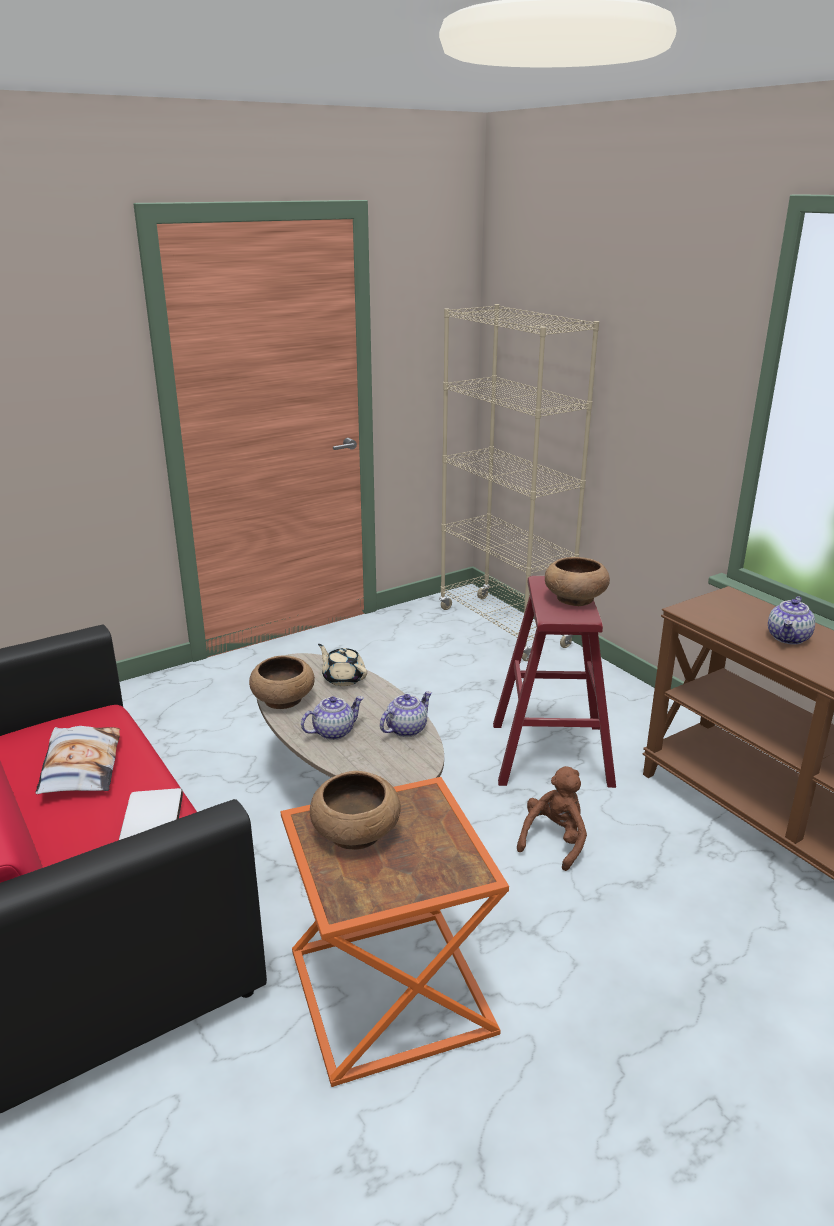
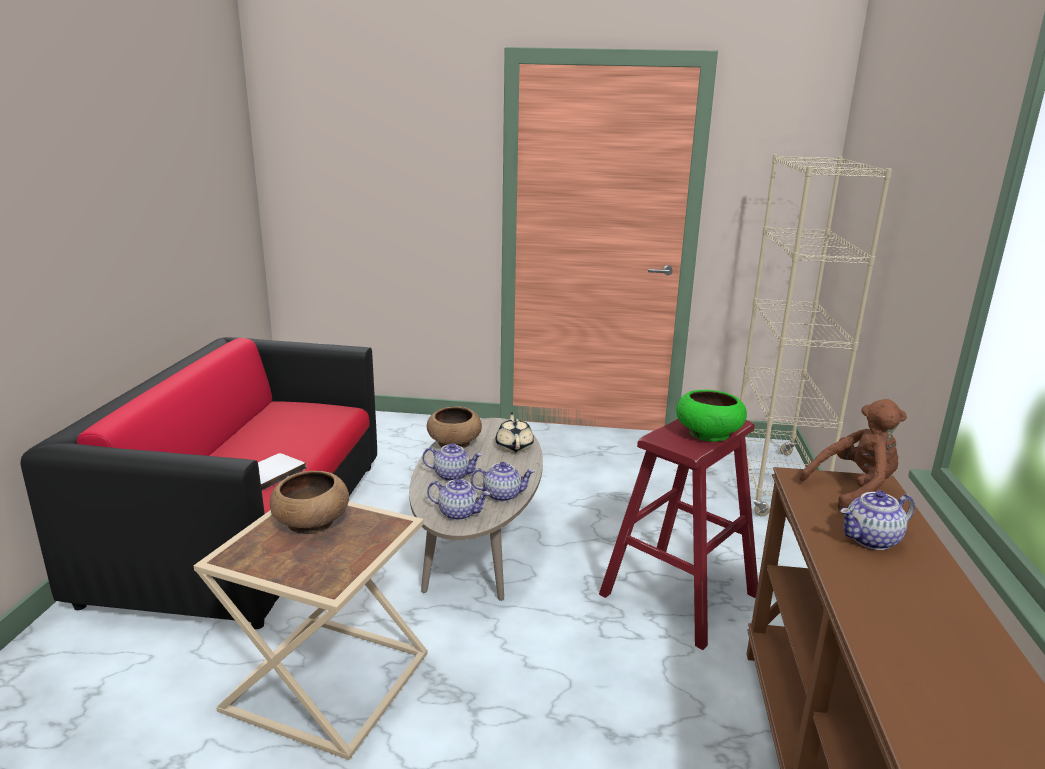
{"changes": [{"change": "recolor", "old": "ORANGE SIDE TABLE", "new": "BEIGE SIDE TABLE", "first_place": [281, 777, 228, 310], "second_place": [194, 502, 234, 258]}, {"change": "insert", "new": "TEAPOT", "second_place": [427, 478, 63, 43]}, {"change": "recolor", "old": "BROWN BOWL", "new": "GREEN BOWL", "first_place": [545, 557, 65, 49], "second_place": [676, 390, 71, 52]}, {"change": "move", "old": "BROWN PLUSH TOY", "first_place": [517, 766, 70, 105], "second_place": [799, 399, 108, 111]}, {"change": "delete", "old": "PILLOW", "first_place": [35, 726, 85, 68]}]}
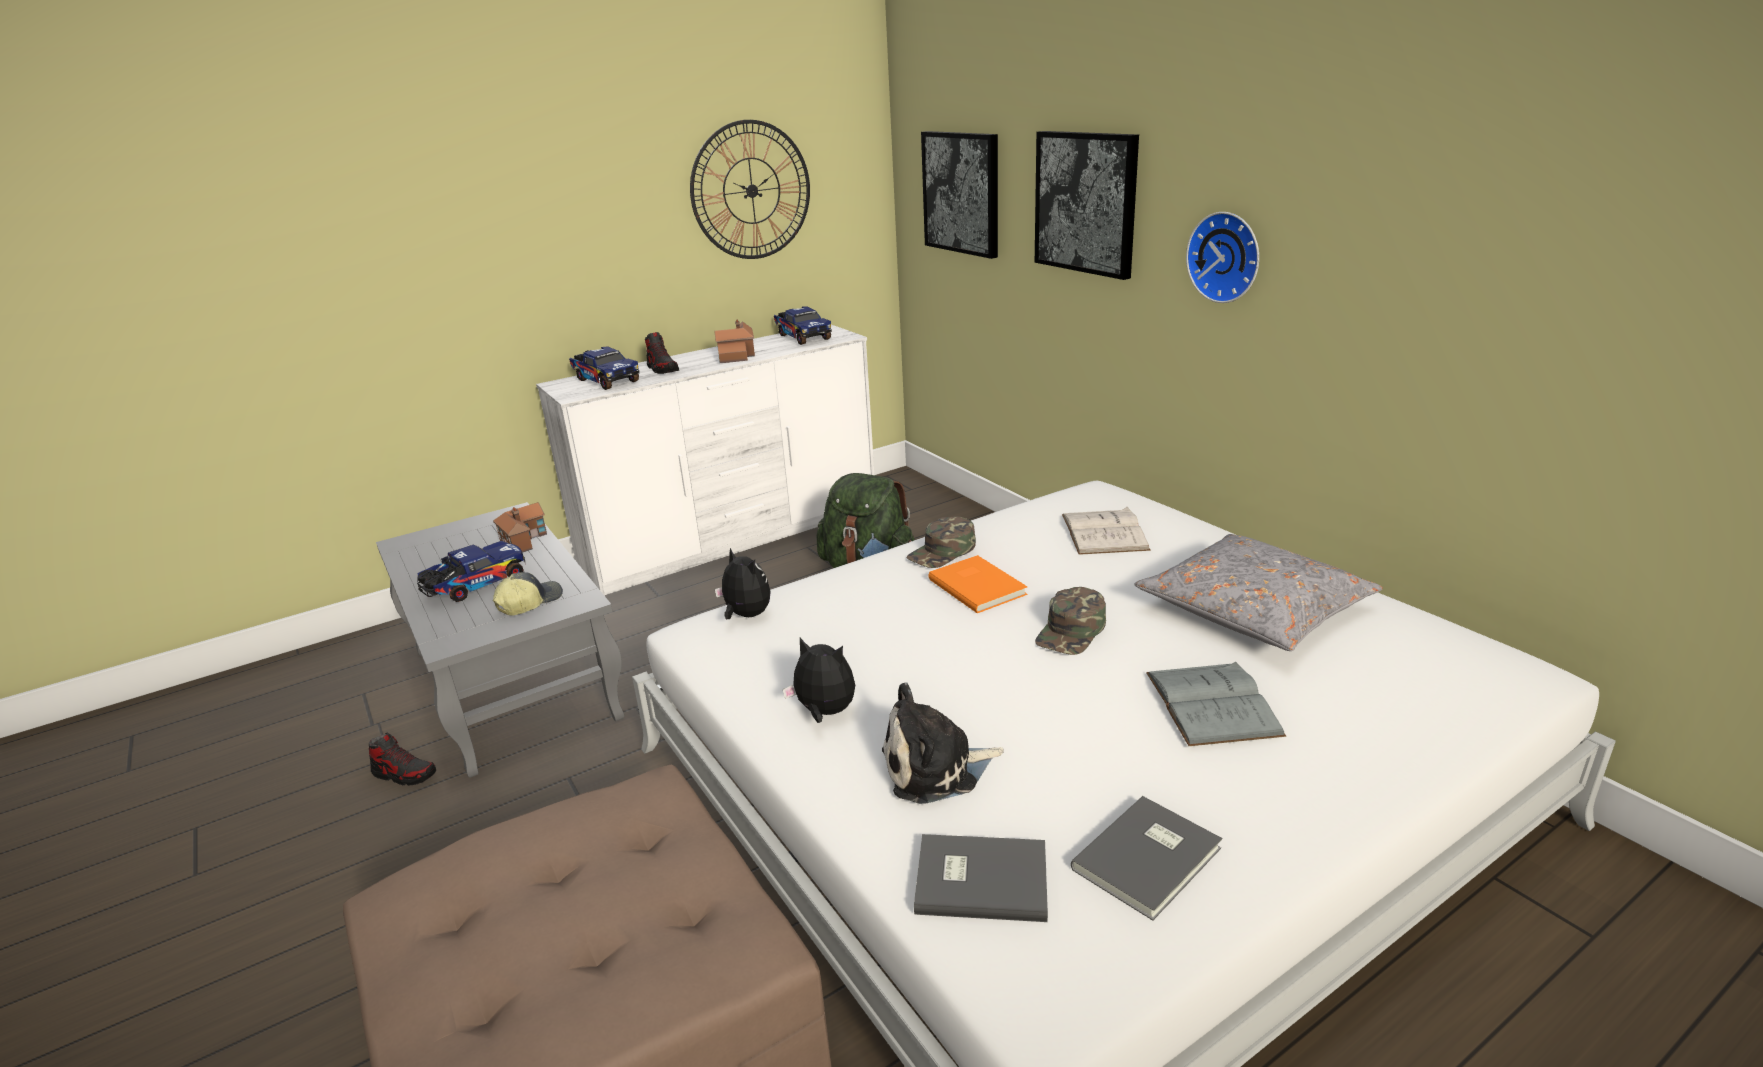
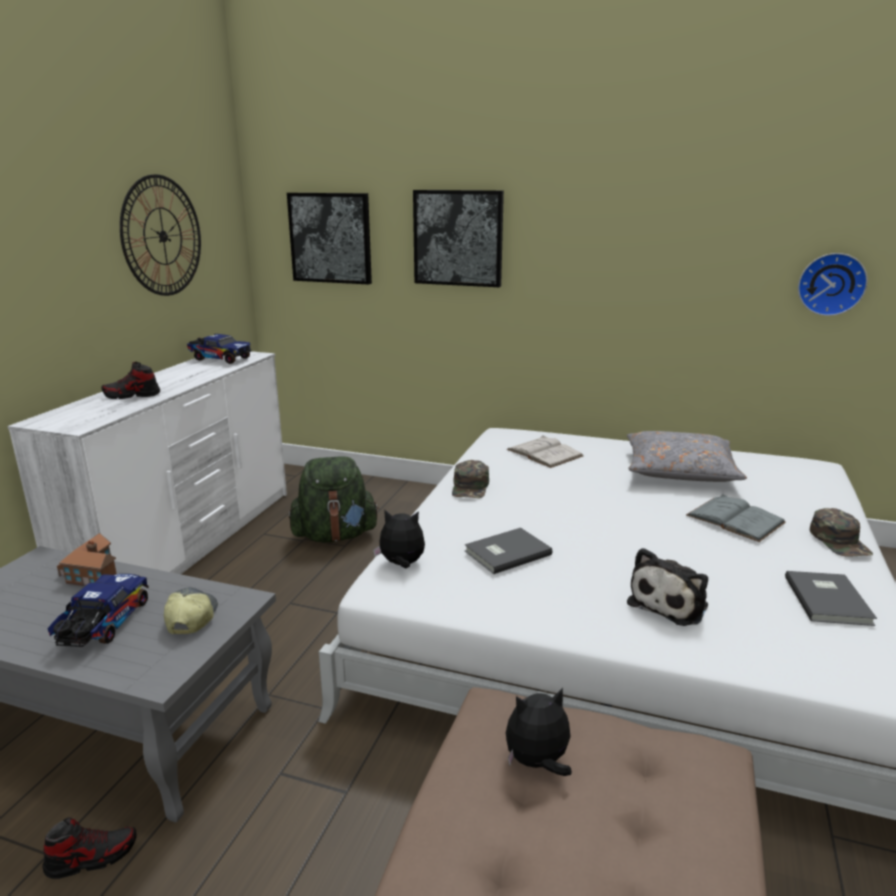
{"changes": [{"change": "rotate", "old": "SHOE", "first_place": [645, 332, 34, 42], "second_place": [101, 362, 59, 37], "degrees": 150}, {"change": "move", "old": "GREY BOOK", "first_place": [914, 834, 134, 88], "second_place": [465, 528, 88, 46]}, {"change": "move", "old": "PLUSH TOY", "first_place": [783, 638, 72, 85], "second_place": [506, 688, 66, 88]}, {"change": "move", "old": "WALL CLOCK", "first_place": [1186, 212, 73, 91], "second_place": [798, 253, 70, 63]}, {"change": "move", "old": "GREEN CAP", "first_place": [1035, 587, 71, 68], "second_place": [810, 508, 63, 49]}, {"change": "delete", "old": "TOY TRUCK", "first_place": [569, 346, 71, 44]}, {"change": "delete", "old": "TOY HOUSE", "first_place": [714, 319, 41, 44]}, {"change": "delete", "old": "ORANGE BOOK", "first_place": [928, 555, 99, 58]}]}
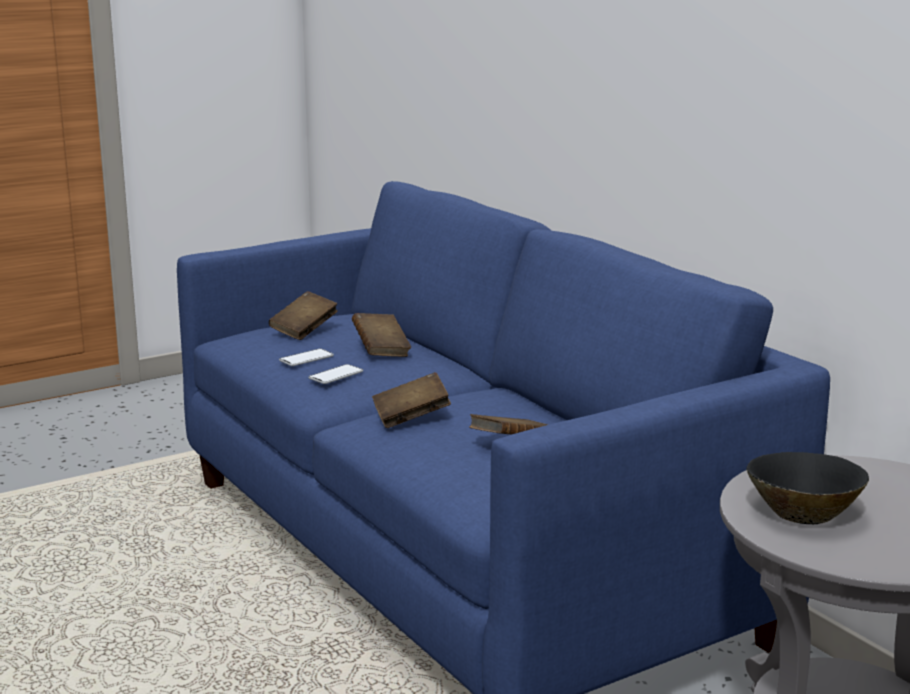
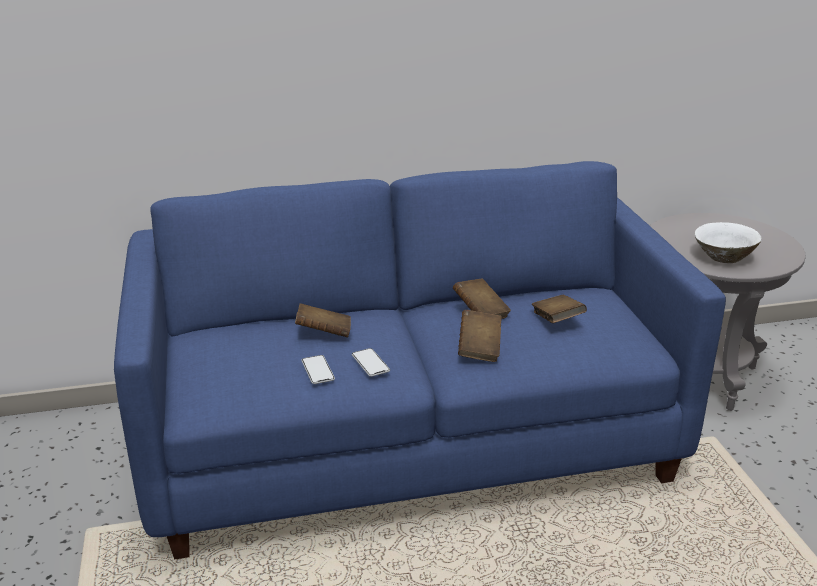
{"changes": [{"change": "move", "old": "BROWN BOOK", "first_place": [269, 291, 68, 49], "second_place": [453, 278, 58, 41]}, {"change": "recolor", "old": "BLACK BOWL", "new": "WHITE BOWL", "first_place": [747, 452, 122, 72], "second_place": [694, 222, 68, 41]}]}
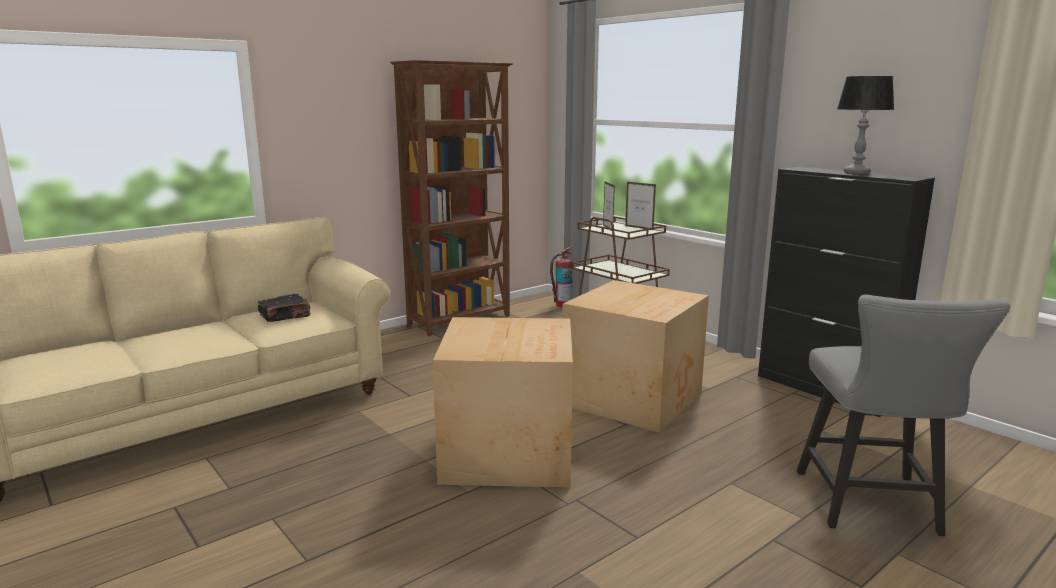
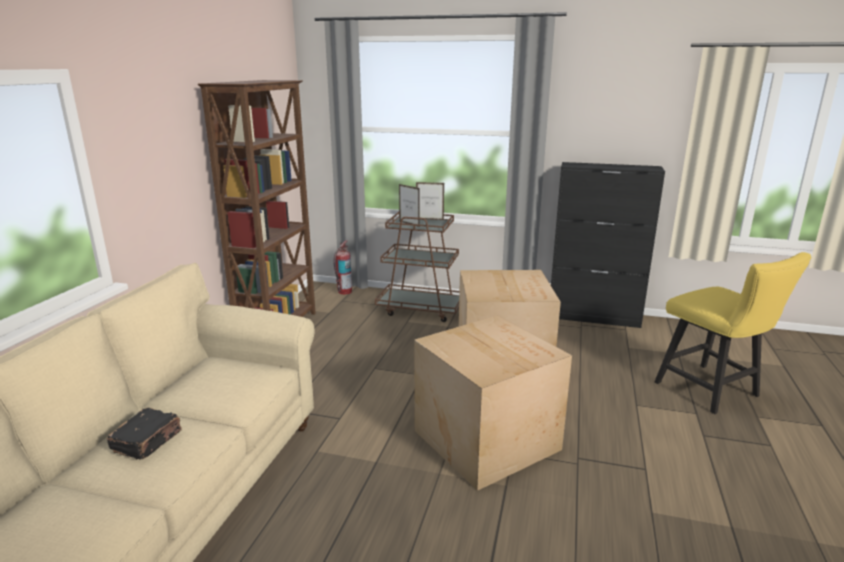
{"changes": [{"change": "move", "old": "BLACK BOOK", "first_place": [257, 294, 53, 28], "second_place": [107, 408, 75, 51]}, {"change": "recolor", "old": "GREY CHAIR", "new": "YELLOW CHAIR", "first_place": [797, 295, 213, 241], "second_place": [655, 252, 157, 162]}, {"change": "delete", "old": "TABLE LAMP", "first_place": [837, 76, 57, 98]}]}
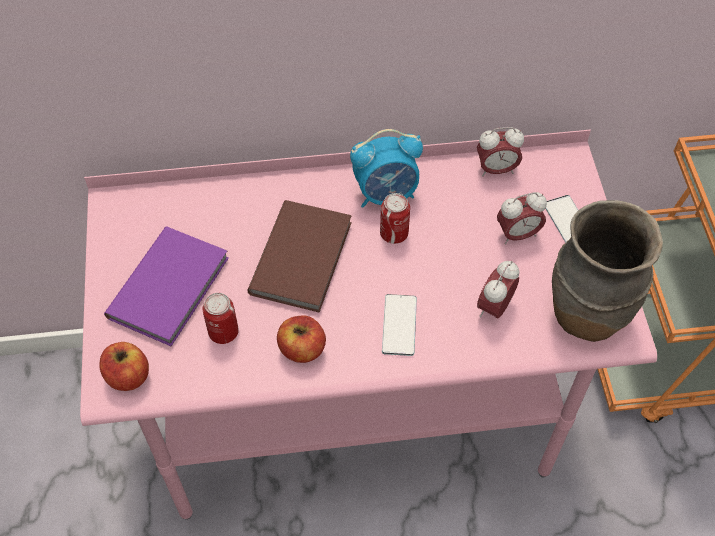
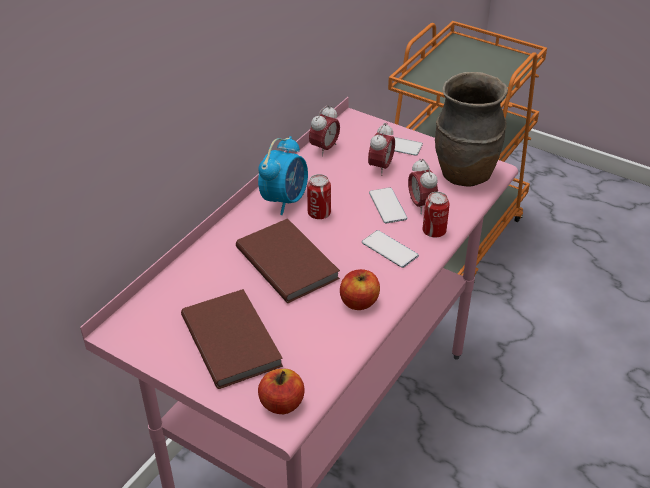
{"changes": [{"change": "recolor", "old": "PURPLE BOOK", "new": "BROWN BOOK", "first_place": [104, 226, 125, 121], "second_place": [181, 289, 102, 100]}, {"change": "insert", "new": "PHONE", "second_place": [369, 187, 38, 37]}, {"change": "move", "old": "CAN", "first_place": [202, 293, 37, 51], "second_place": [423, 192, 26, 46]}]}
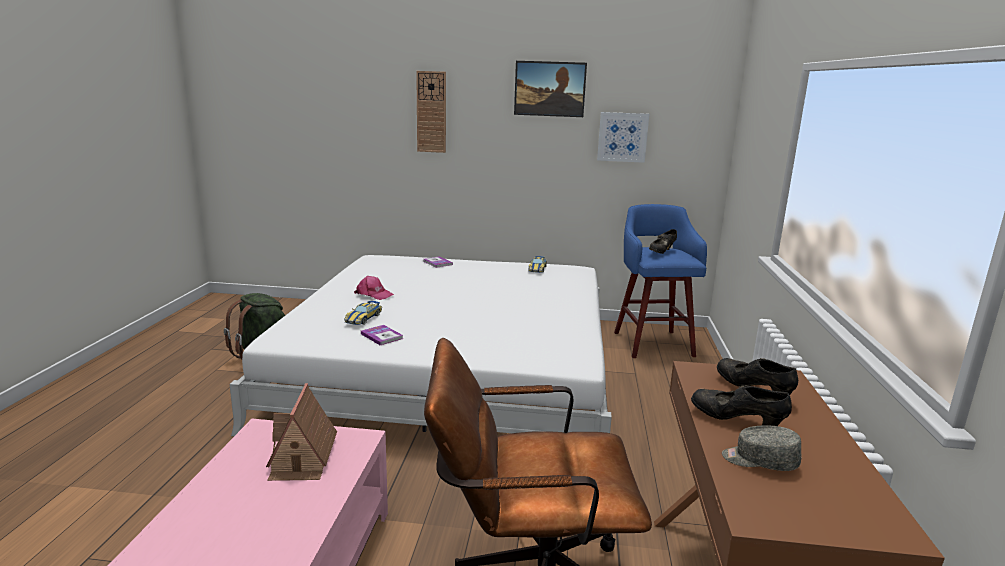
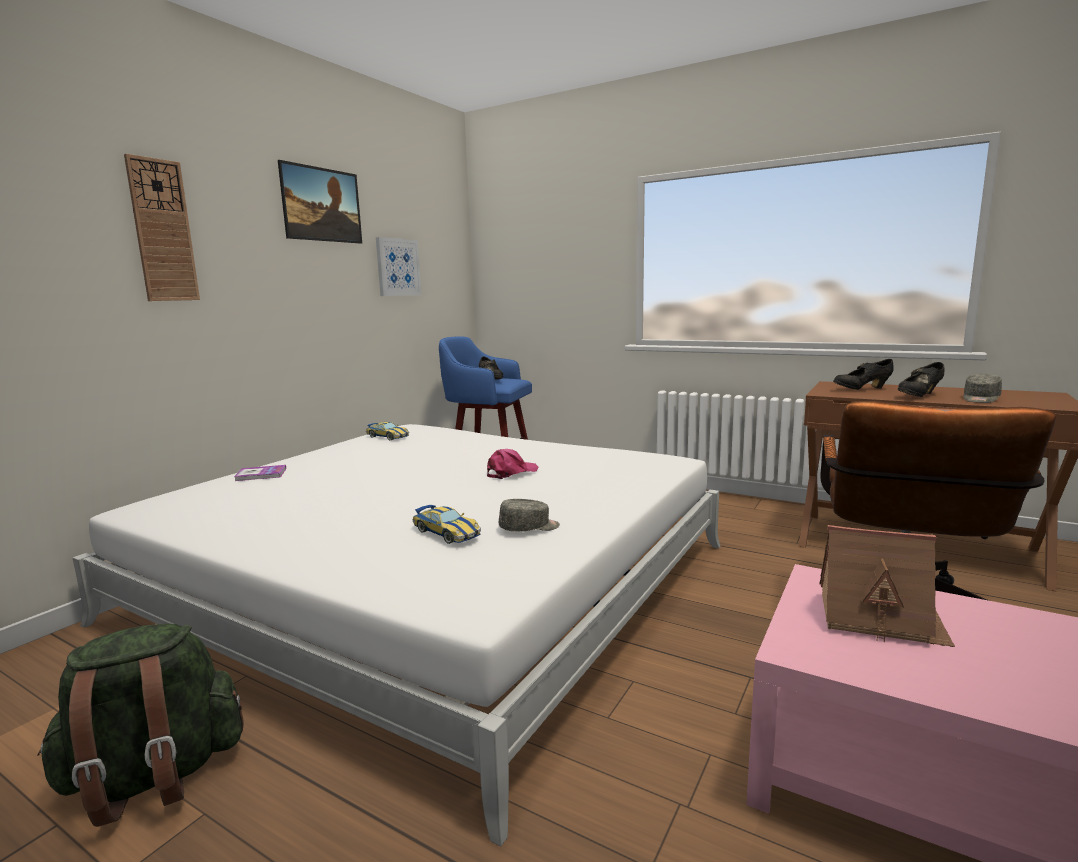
{"changes": [{"change": "move", "old": "PINK CAP", "first_place": [354, 276, 40, 24], "second_place": [487, 449, 51, 30]}, {"change": "replace", "old": "BOOK", "new": "GREY CAP", "first_place": [361, 325, 42, 20], "second_place": [499, 499, 61, 33]}]}
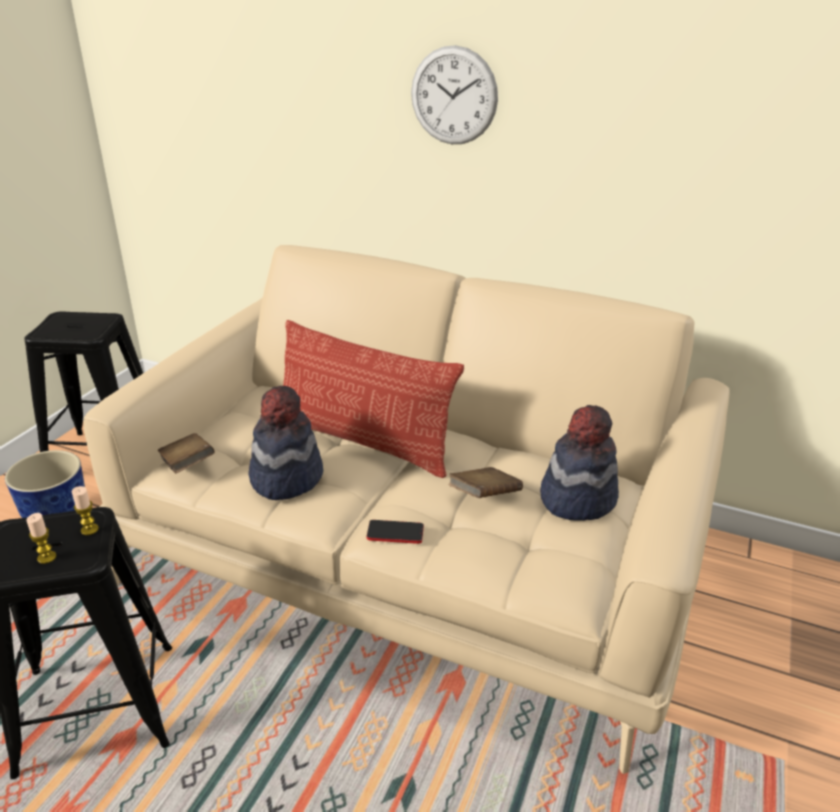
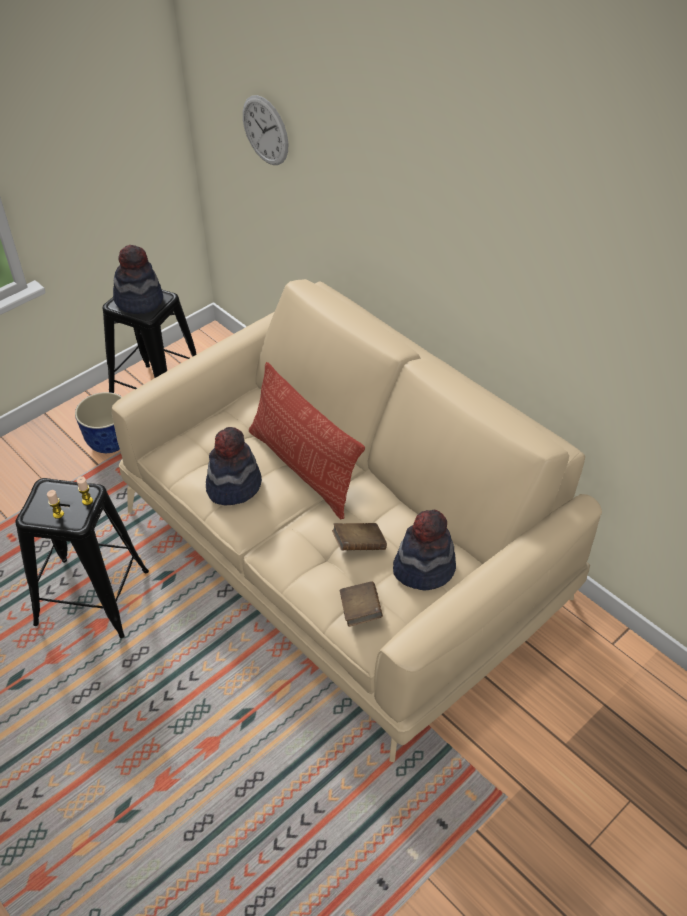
{"changes": [{"change": "insert", "new": "HAT", "second_place": [113, 245, 50, 69]}, {"change": "move", "old": "WALL CLOCK", "first_place": [411, 45, 87, 99], "second_place": [243, 95, 45, 70]}, {"change": "move", "old": "BROWN BOOK", "first_place": [157, 433, 58, 41], "second_place": [340, 581, 43, 46]}, {"change": "delete", "old": "PHONE", "first_place": [366, 520, 58, 24]}]}
